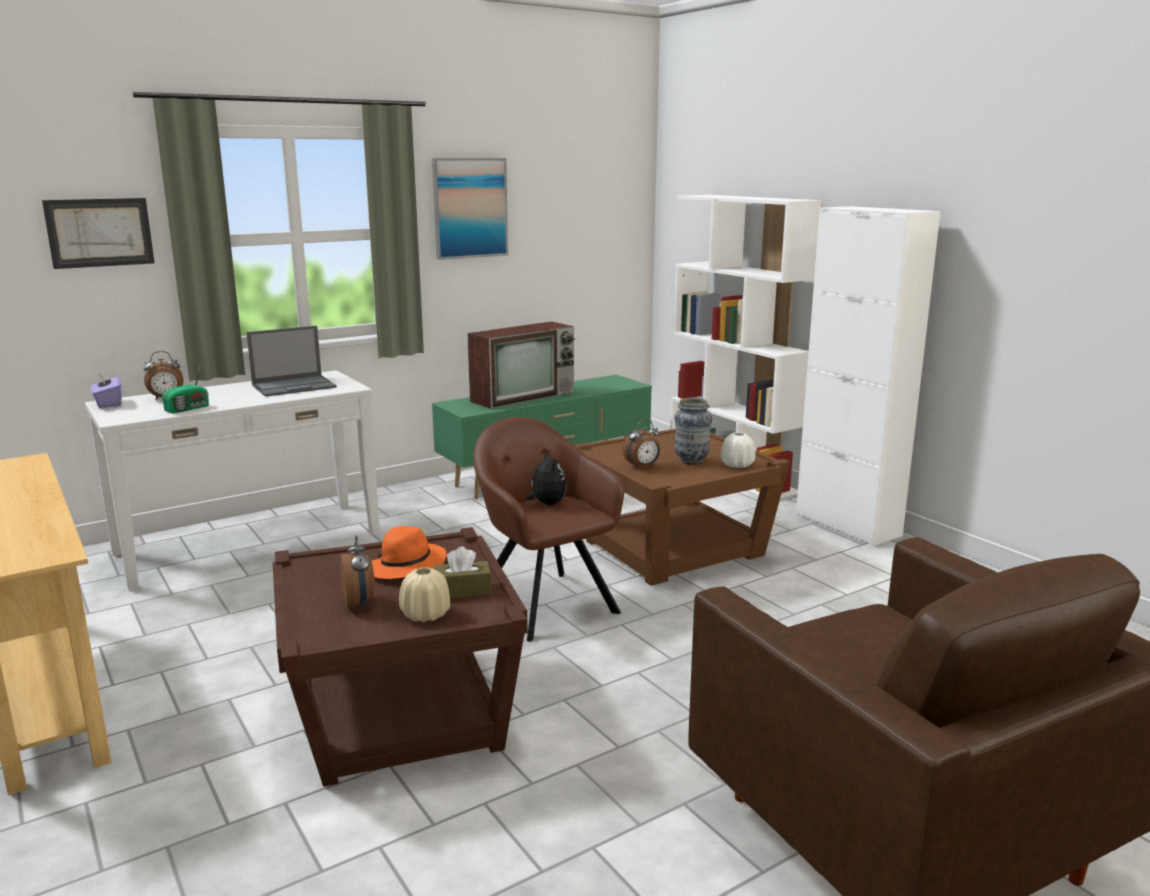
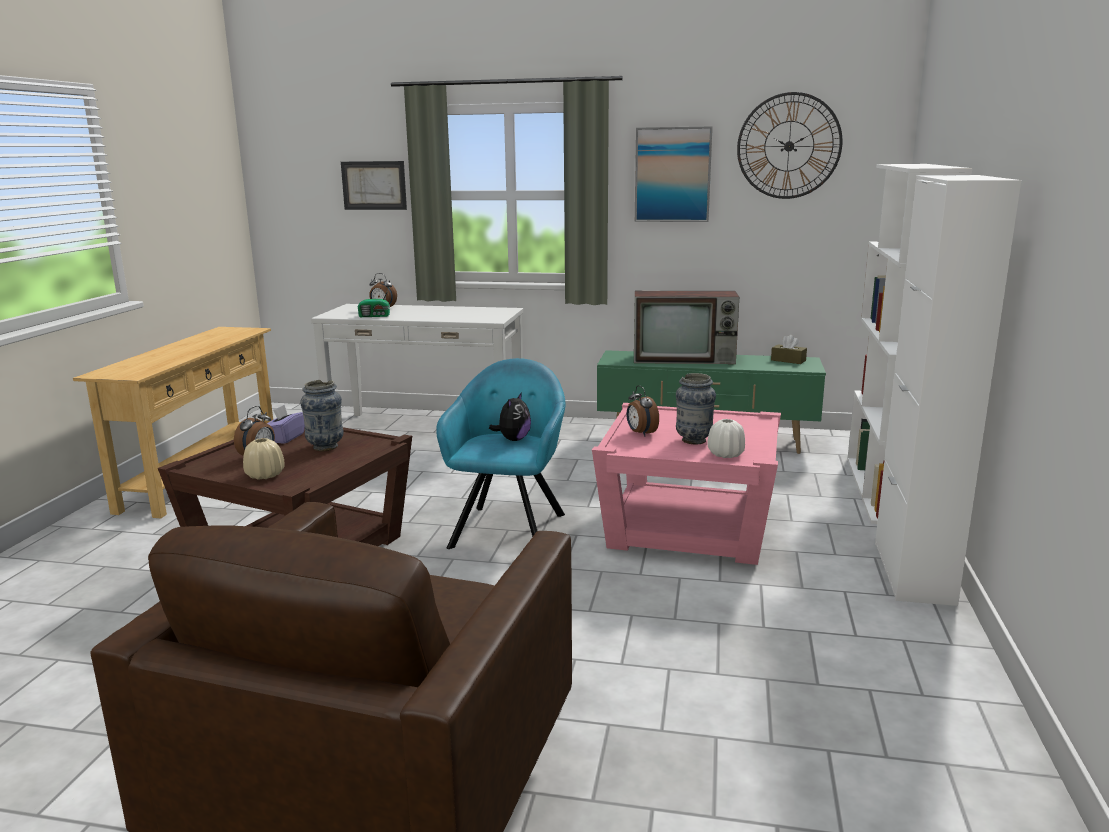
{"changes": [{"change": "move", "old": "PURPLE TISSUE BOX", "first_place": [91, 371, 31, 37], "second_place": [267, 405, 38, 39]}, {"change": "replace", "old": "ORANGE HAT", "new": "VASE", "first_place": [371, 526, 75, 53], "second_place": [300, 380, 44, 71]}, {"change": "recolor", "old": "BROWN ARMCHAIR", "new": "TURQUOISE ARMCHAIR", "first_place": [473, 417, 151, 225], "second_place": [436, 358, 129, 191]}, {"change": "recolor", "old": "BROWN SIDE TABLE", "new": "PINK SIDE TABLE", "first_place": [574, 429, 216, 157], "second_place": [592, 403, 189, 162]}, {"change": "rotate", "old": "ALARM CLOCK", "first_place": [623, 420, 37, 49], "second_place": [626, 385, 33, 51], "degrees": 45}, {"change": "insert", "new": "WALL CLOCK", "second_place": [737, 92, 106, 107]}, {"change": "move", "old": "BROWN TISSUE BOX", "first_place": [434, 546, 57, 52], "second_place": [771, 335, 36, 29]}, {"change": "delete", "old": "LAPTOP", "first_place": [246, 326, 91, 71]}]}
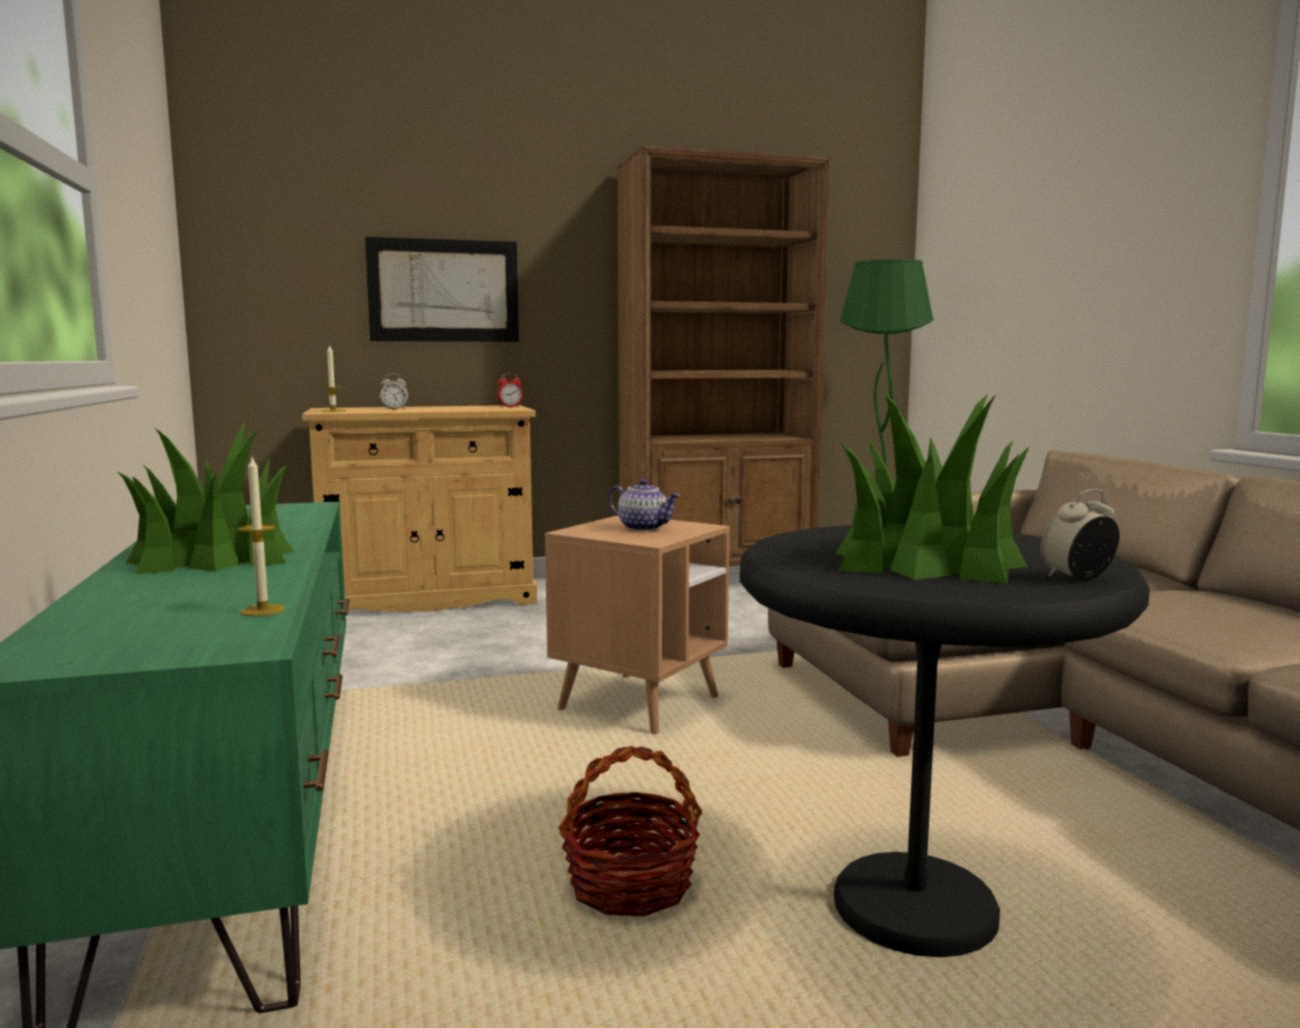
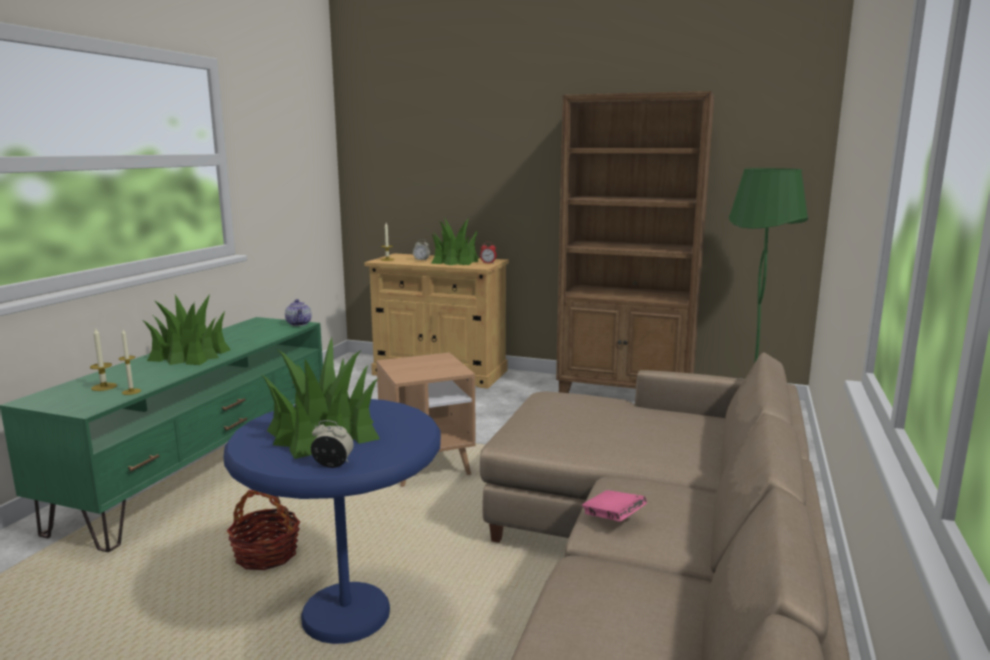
{"changes": [{"change": "insert", "new": "CANDLE", "second_place": [90, 327, 27, 64]}, {"change": "recolor", "old": "BLACK SIDE TABLE", "new": "BLUE SIDE TABLE", "first_place": [740, 525, 410, 432], "second_place": [223, 398, 218, 246]}, {"change": "move", "old": "TEAPOT", "first_place": [608, 479, 72, 52], "second_place": [285, 299, 27, 27]}, {"change": "insert", "new": "POTTED PLANT", "second_place": [431, 217, 48, 48]}, {"change": "insert", "new": "PINK BOOK", "second_place": [582, 490, 65, 32]}, {"change": "delete", "old": "PICTURE", "first_place": [365, 237, 154, 105]}]}
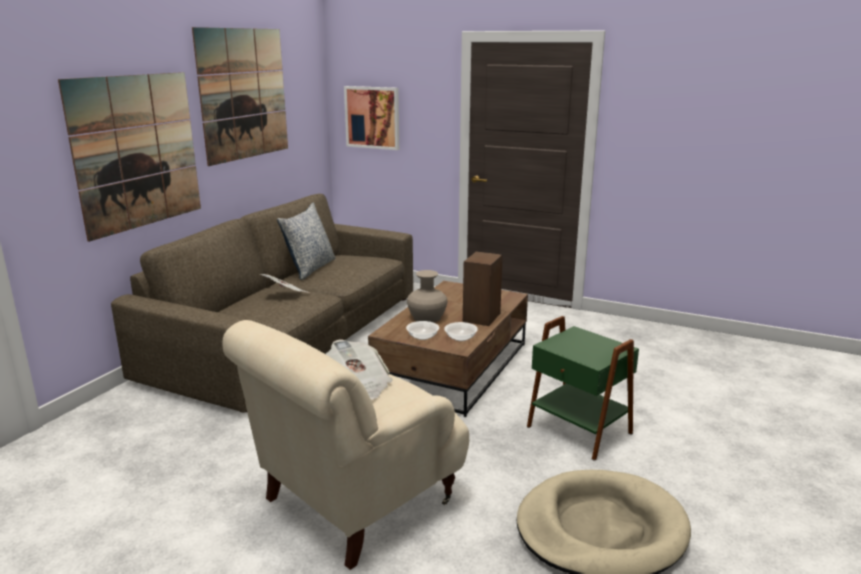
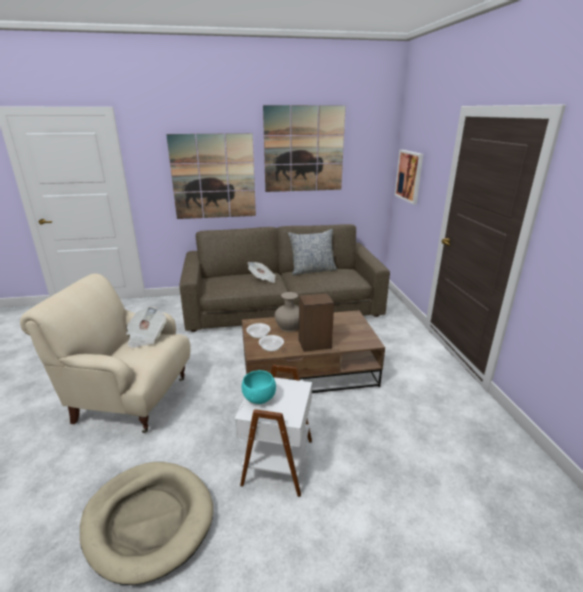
{"changes": [{"change": "recolor", "old": "GREEN SIDE TABLE", "new": "WHITE SIDE TABLE", "first_place": [527, 316, 112, 145], "second_place": [235, 365, 77, 132]}, {"change": "insert", "new": "TURQUOISE BOWL", "second_place": [242, 370, 34, 34]}]}
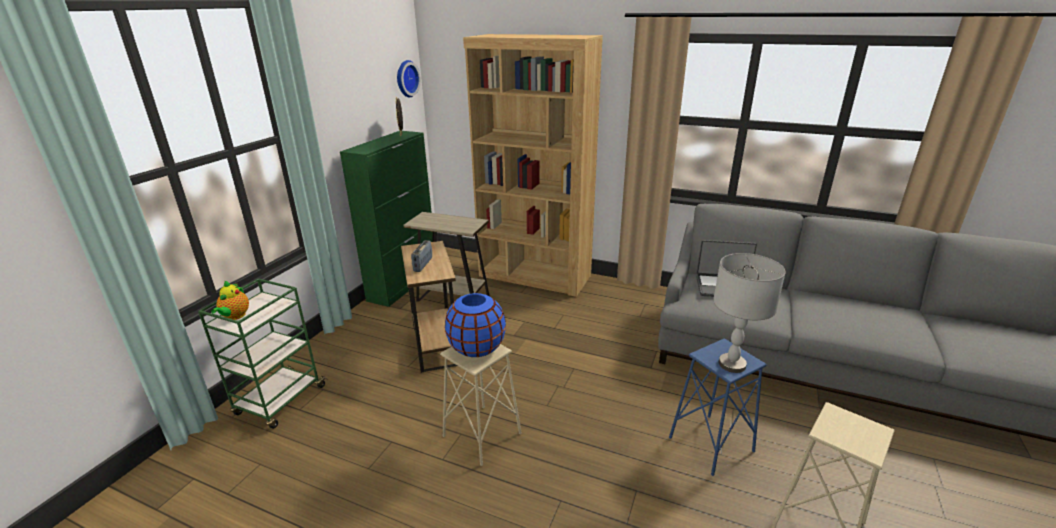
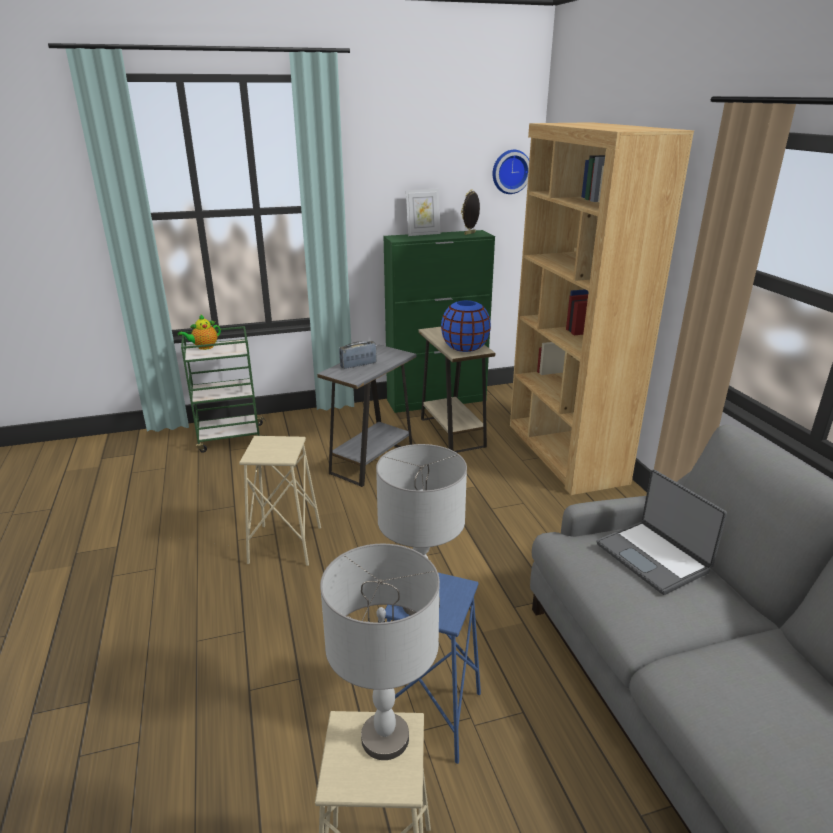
{"changes": [{"change": "recolor", "old": "BROWN SIDE TABLE", "new": "GREY SIDE TABLE", "first_place": [401, 241, 56, 132], "second_place": [317, 345, 99, 142]}, {"change": "insert", "new": "GREY TABLE LAMP", "second_place": [320, 544, 120, 216]}, {"change": "insert", "new": "PICTURE FRAME", "second_place": [406, 189, 34, 47]}, {"change": "move", "old": "BLUE VASE", "first_place": [445, 293, 61, 64], "second_place": [441, 300, 50, 52]}]}
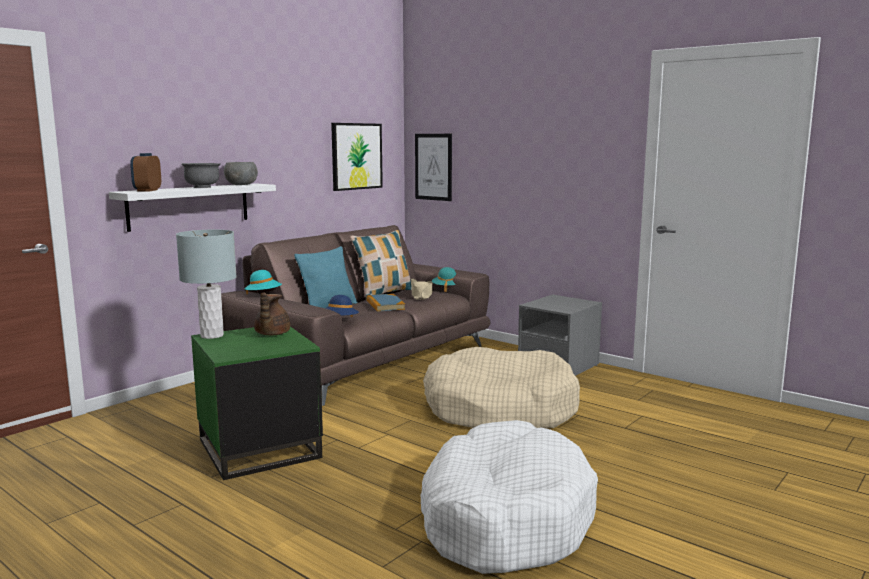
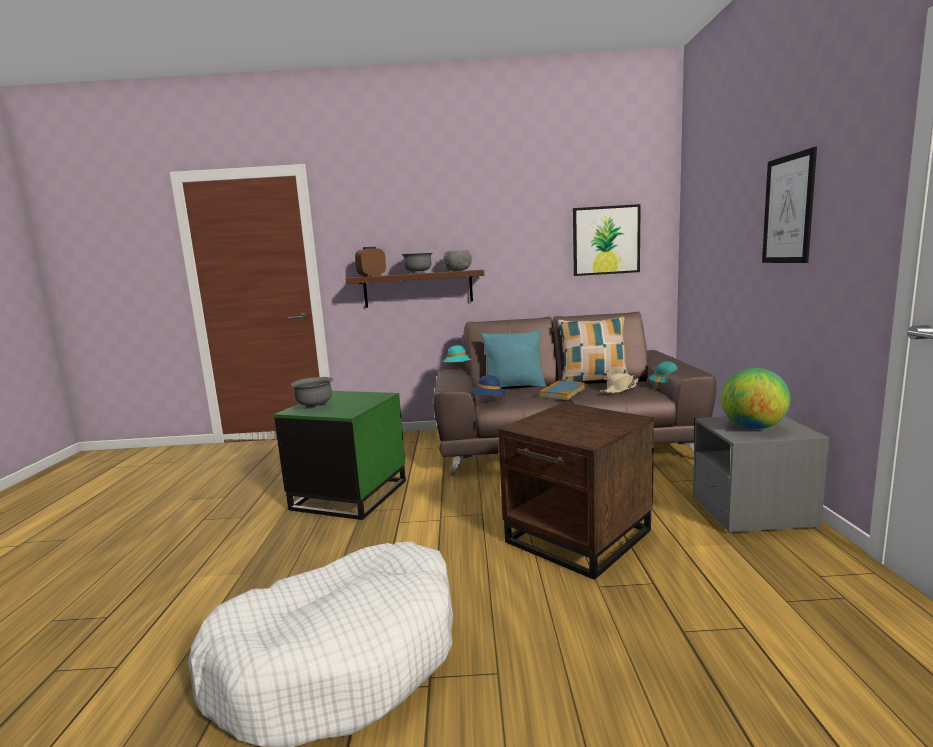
{"changes": [{"change": "insert", "new": "GREY BOWL", "second_place": [291, 377, 42, 32]}, {"change": "recolor", "old": "WHITE SHELF", "new": "BROWN SHELF", "first_place": [109, 183, 167, 49], "second_place": [345, 270, 139, 38]}, {"change": "replace", "old": "BEIGE DOG BED", "new": "BROWN SIDE TABLE", "first_place": [423, 347, 157, 81], "second_place": [498, 402, 156, 178]}, {"change": "insert", "new": "GLOBE", "second_place": [721, 368, 69, 61]}, {"change": "move", "old": "PICTURE", "first_place": [415, 134, 37, 67], "second_place": [762, 147, 55, 116]}, {"change": "delete", "old": "GREY TABLE LAMP", "first_place": [176, 230, 61, 109]}, {"change": "delete", "old": "BROWN TEAPOT", "first_place": [254, 293, 36, 42]}]}
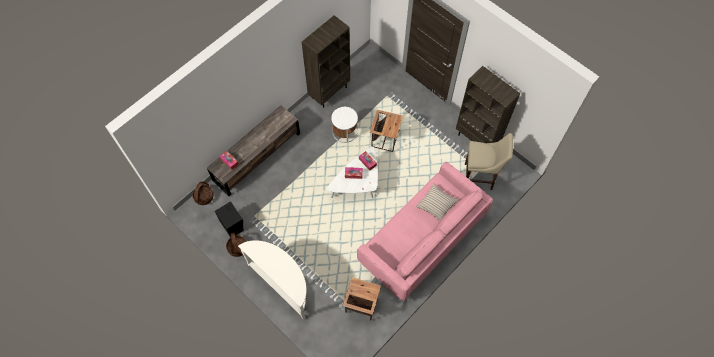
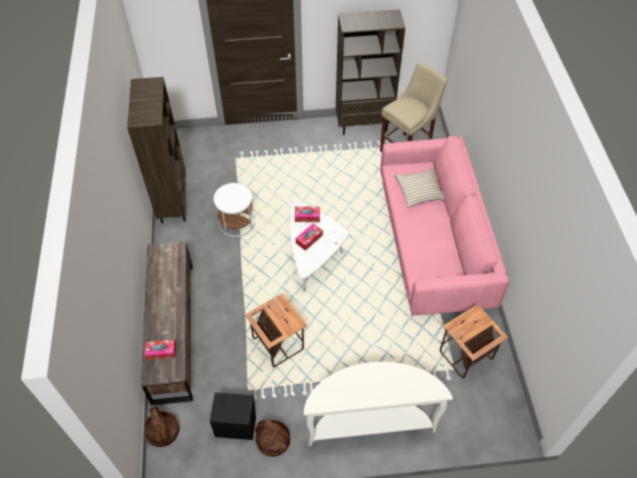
{"changes": [{"change": "move", "old": "SIDE TABLE", "first_place": [370, 110, 33, 42], "second_place": [245, 293, 62, 74]}]}
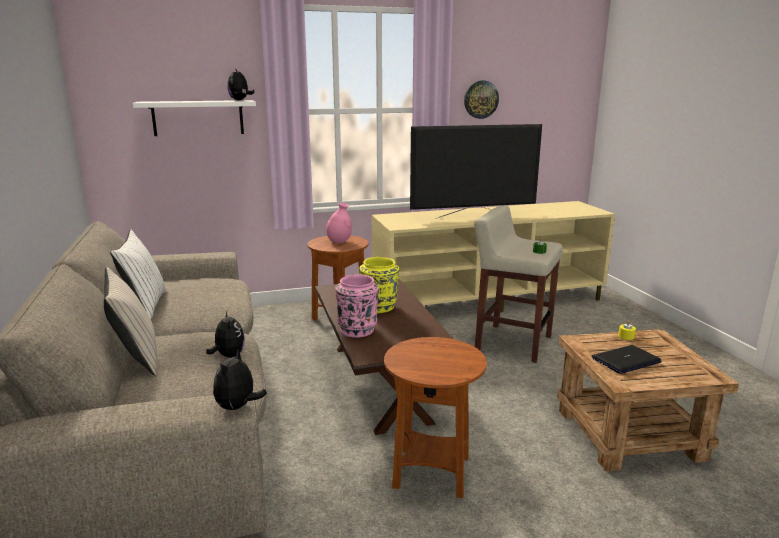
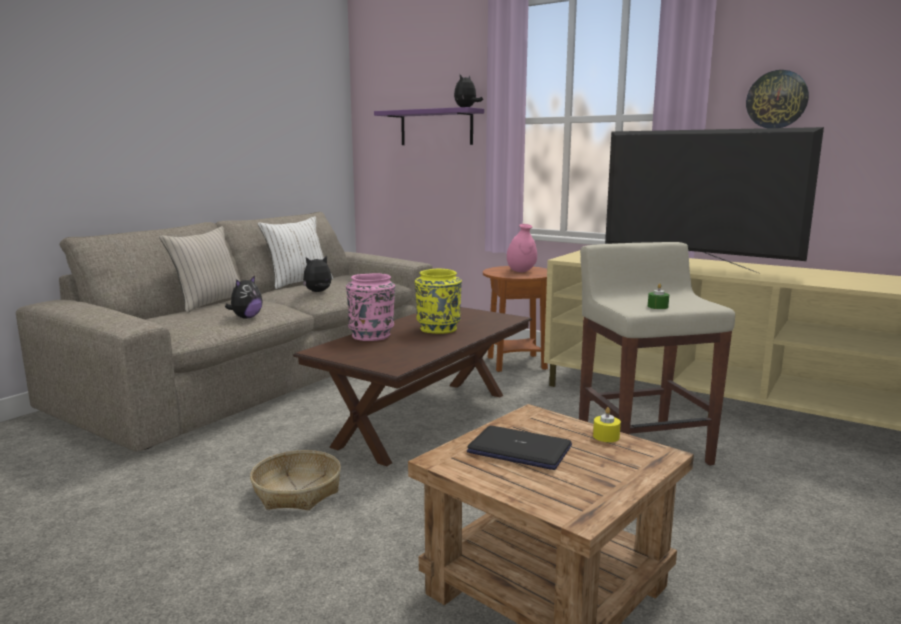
{"changes": [{"change": "replace", "old": "BROWN SIDE TABLE", "new": "BASKET", "first_place": [384, 337, 103, 161], "second_place": [250, 450, 91, 60]}, {"change": "move", "old": "PLUSH TOY", "first_place": [213, 350, 54, 60], "second_place": [303, 256, 29, 36]}, {"change": "recolor", "old": "WHITE SHELF", "new": "PURPLE SHELF", "first_place": [133, 100, 123, 36], "second_place": [374, 107, 110, 38]}]}
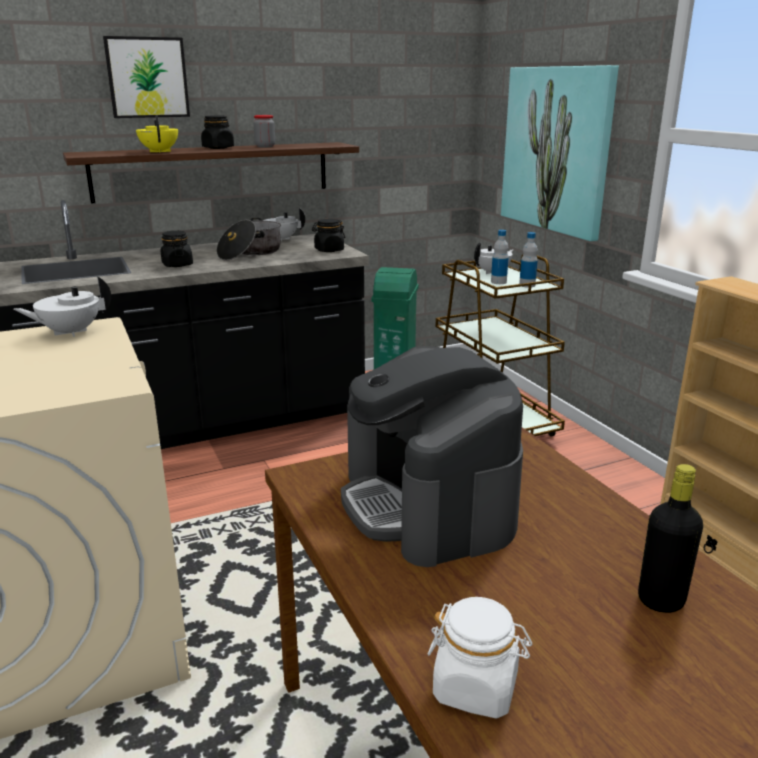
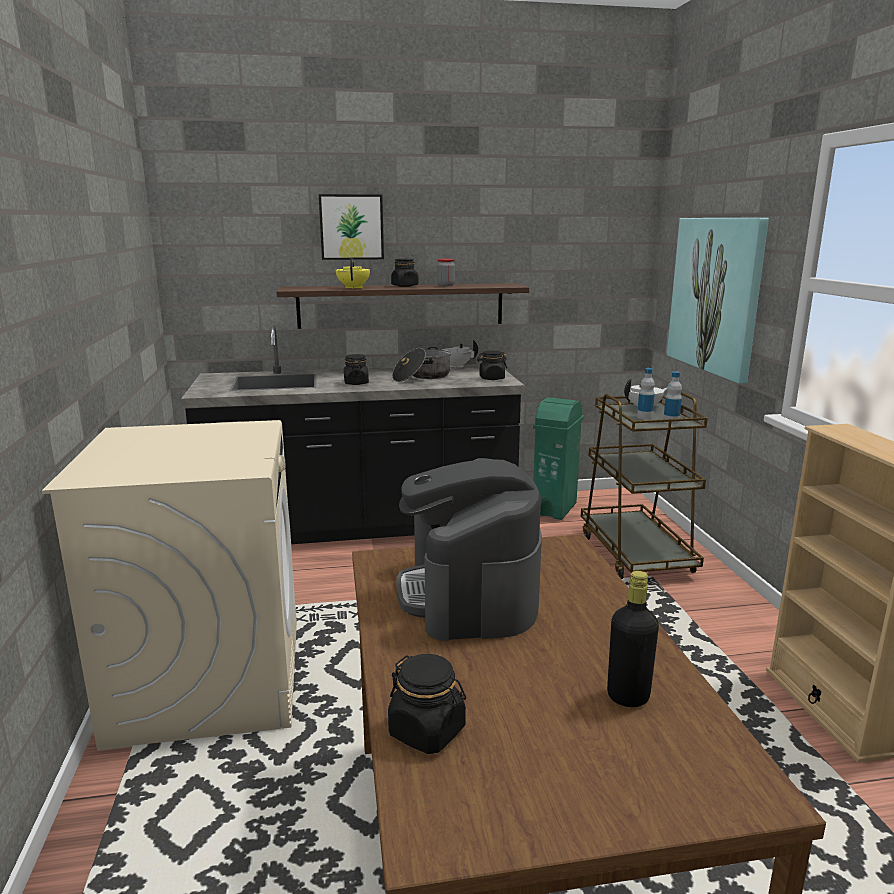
{"changes": [{"change": "recolor", "old": "WHITE JAR", "new": "BLACK JAR", "first_place": [428, 597, 104, 121], "second_place": [388, 654, 78, 100]}, {"change": "delete", "old": "WHITE TEAPOT", "first_place": [14, 276, 97, 61]}]}
